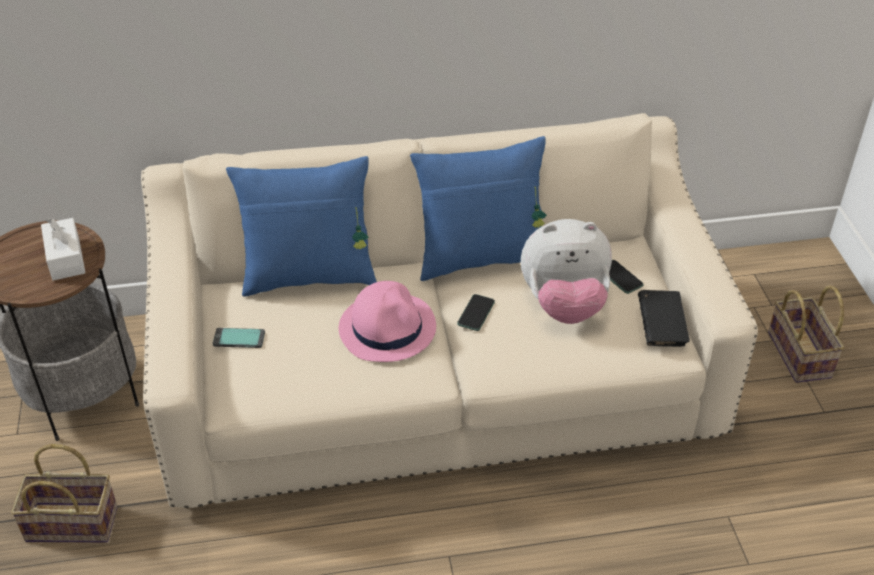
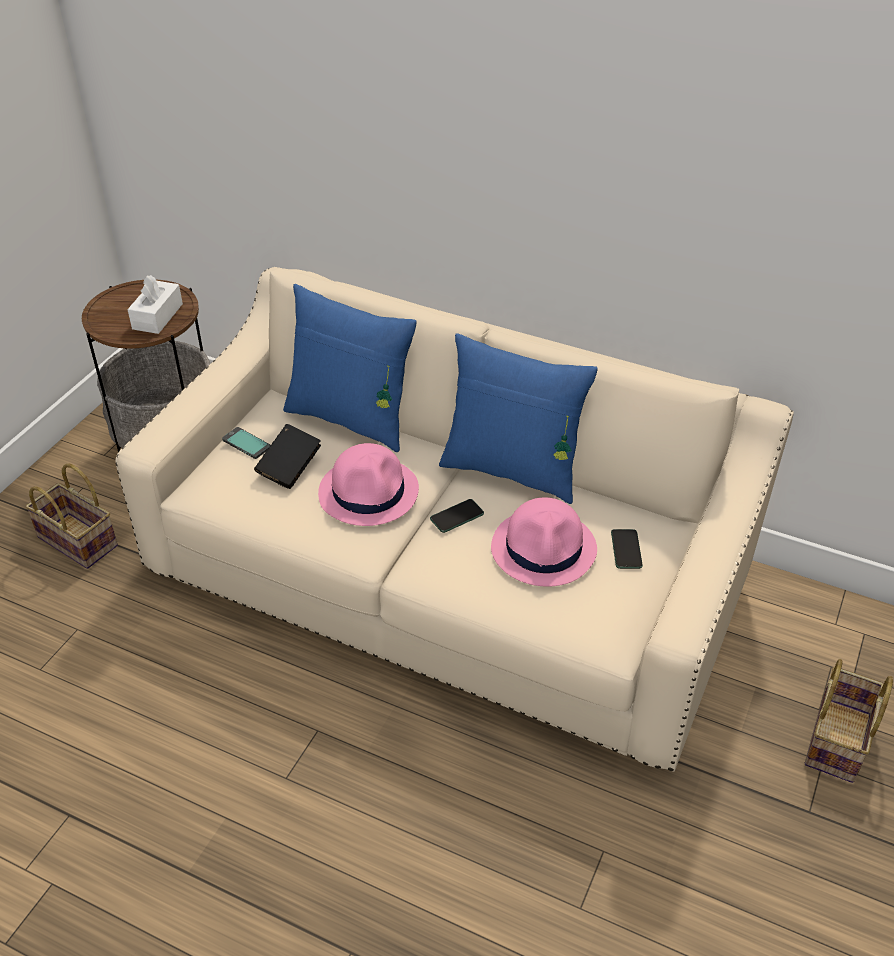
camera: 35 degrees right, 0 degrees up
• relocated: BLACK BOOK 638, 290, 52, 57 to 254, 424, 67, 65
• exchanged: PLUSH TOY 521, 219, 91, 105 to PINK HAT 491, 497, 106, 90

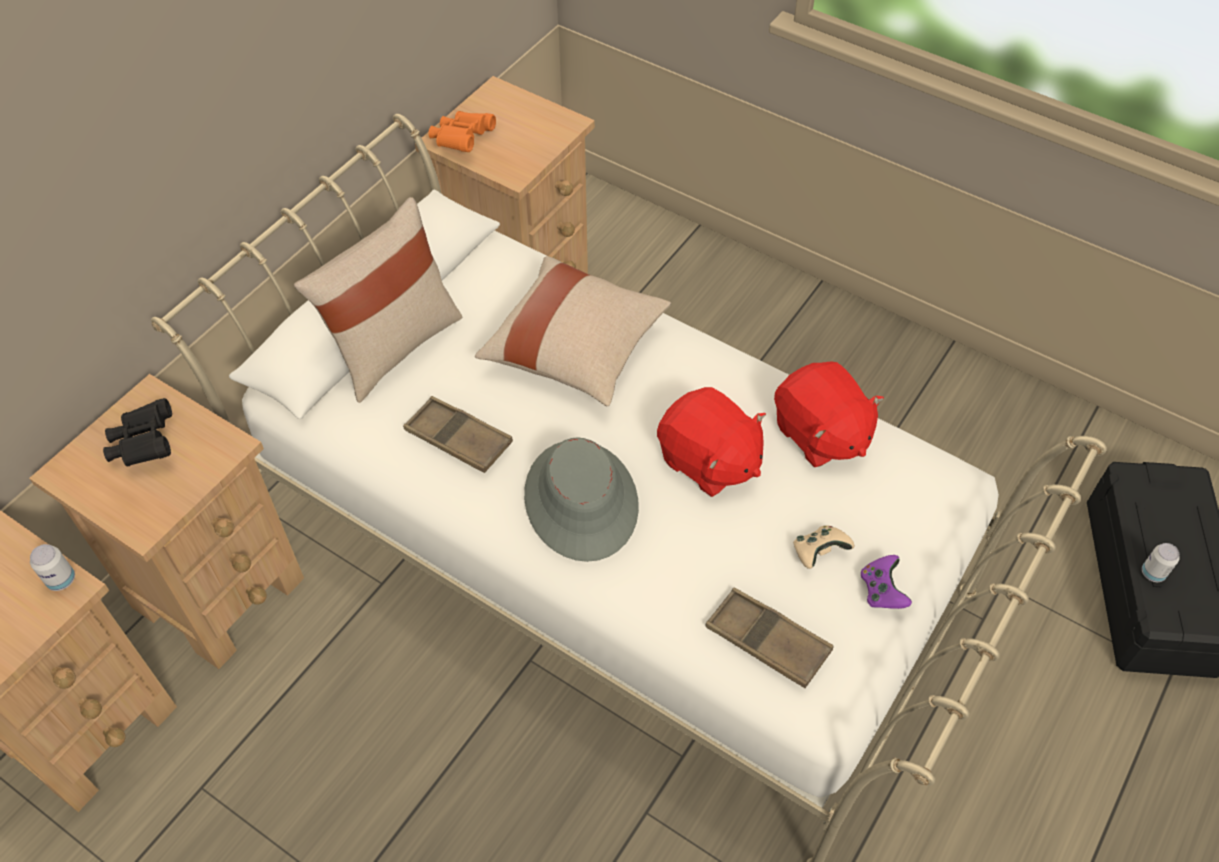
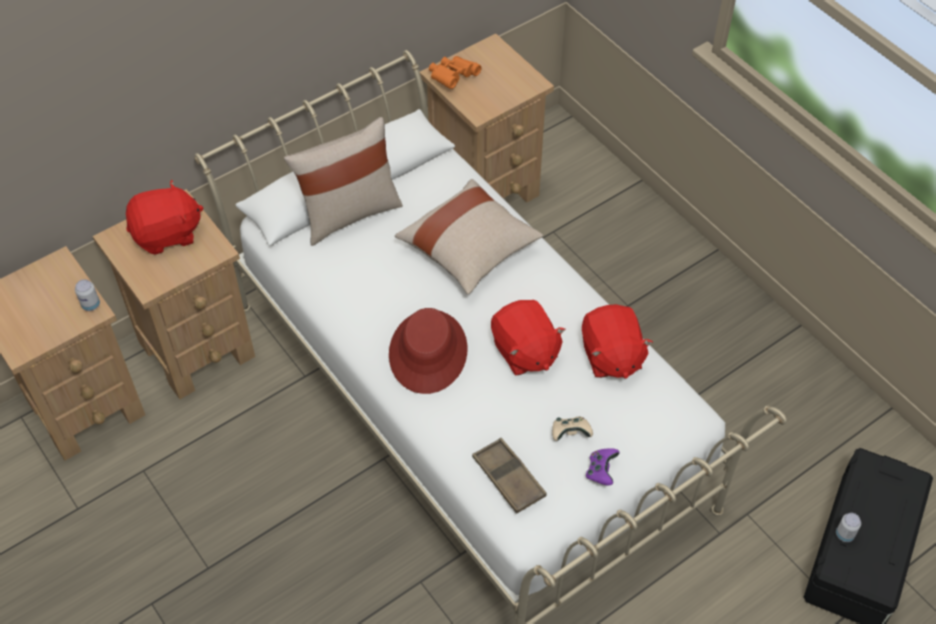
camera: 20 degrees right, 0 degrees up
• missing: BROWN TRAY 403, 396, 110, 77
• exchanged: BLACK BINOCULARS 103, 398, 69, 69 to RED PLUSH TOY 126, 180, 78, 75
• colour: GREY HAT 524, 437, 115, 125 to RED HAT 389, 308, 78, 86

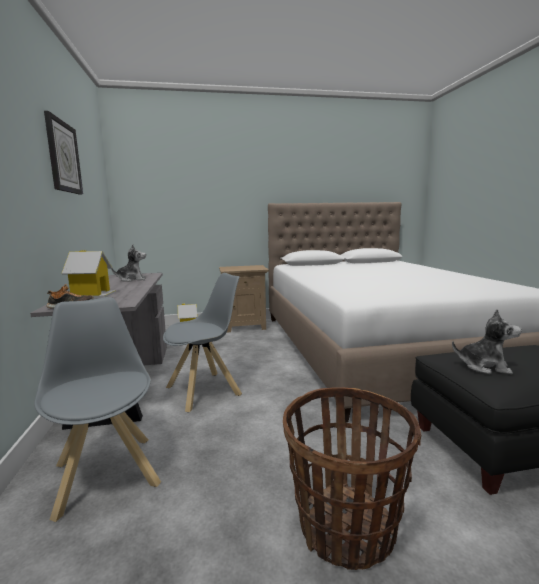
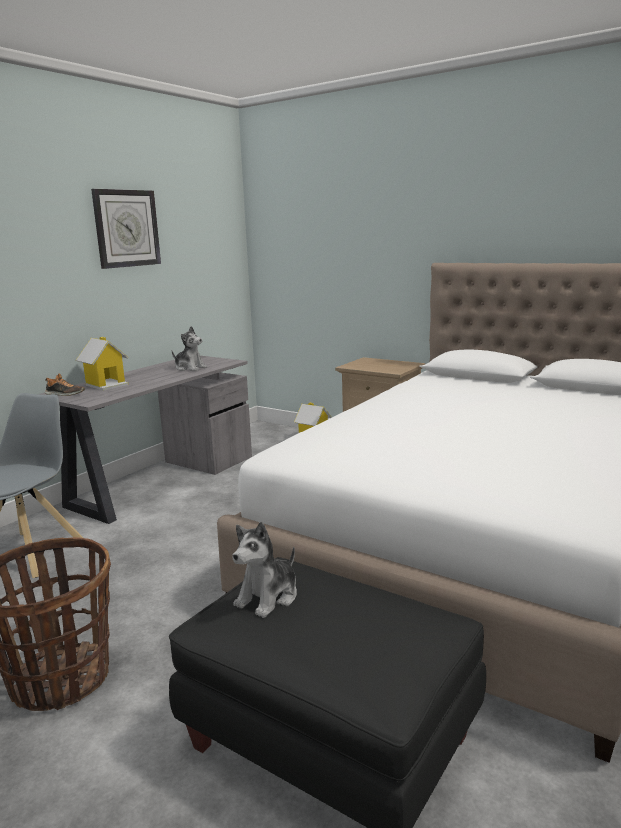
camera: 45 degrees right, 5 degrees up
• missing: GREY CHAIR 163, 273, 79, 139
• spun: PLUSH TOY 452, 309, 70, 65 = 232, 522, 65, 96 60 degrees clockwise

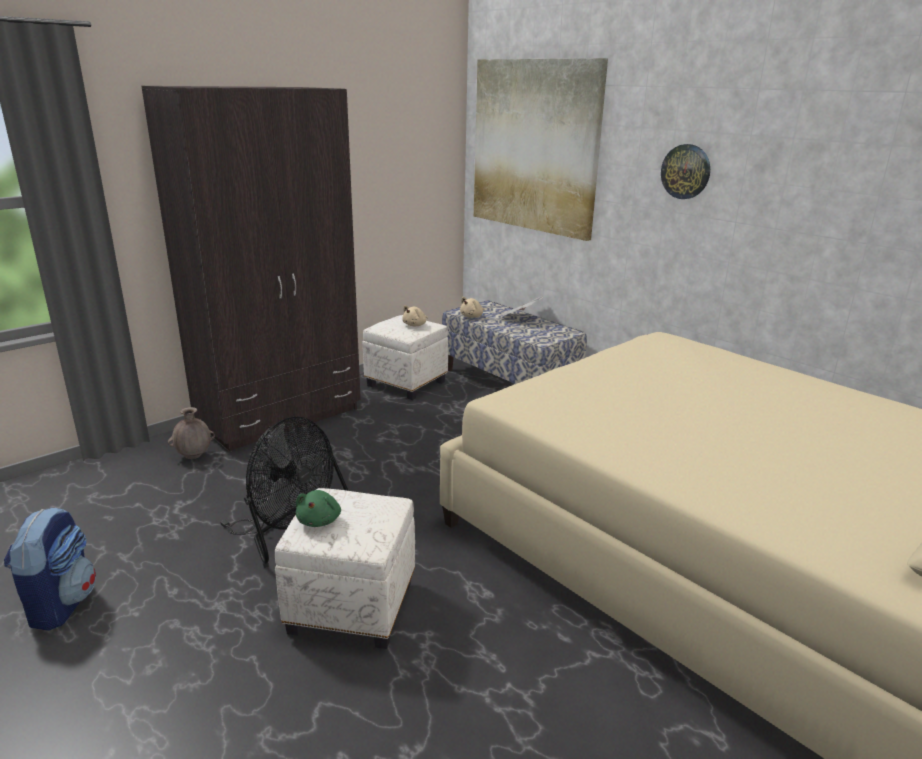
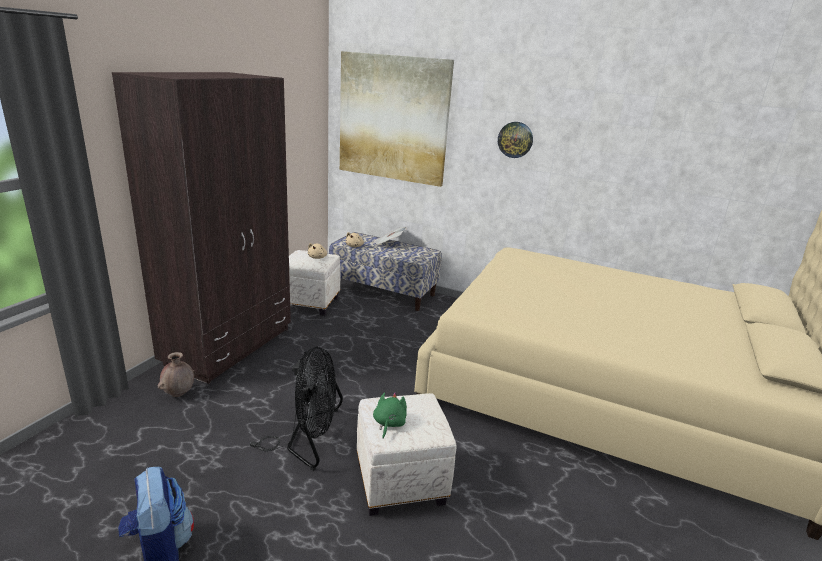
camera: 25 degrees left, 0 degrees up
• spun: GREEN PLUSH TOY 296, 490, 45, 37 = 373, 392, 34, 47 150 degrees counterclockwise

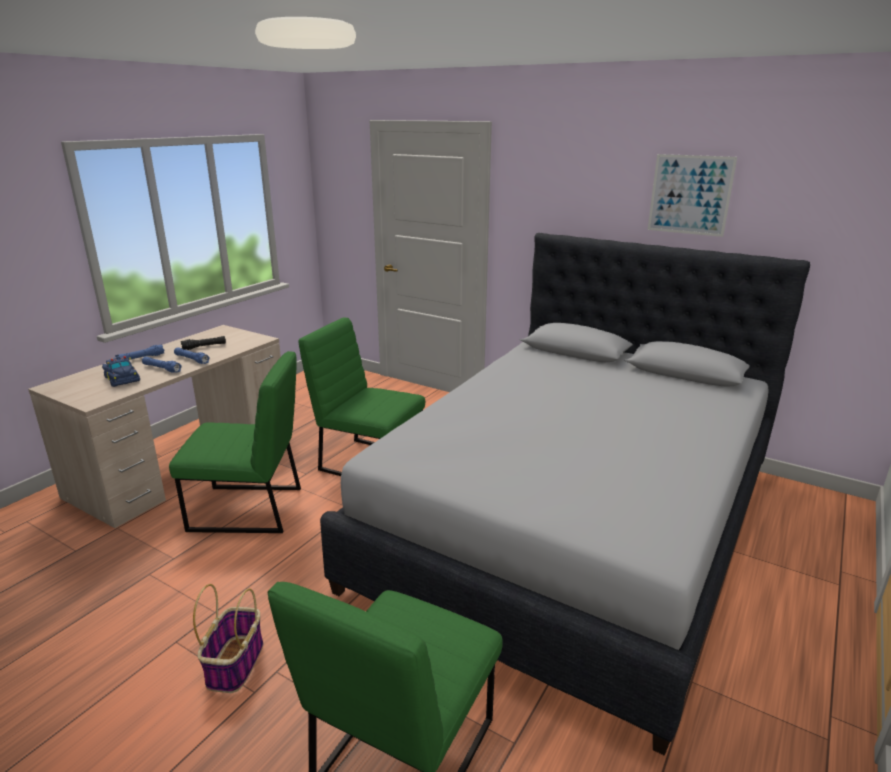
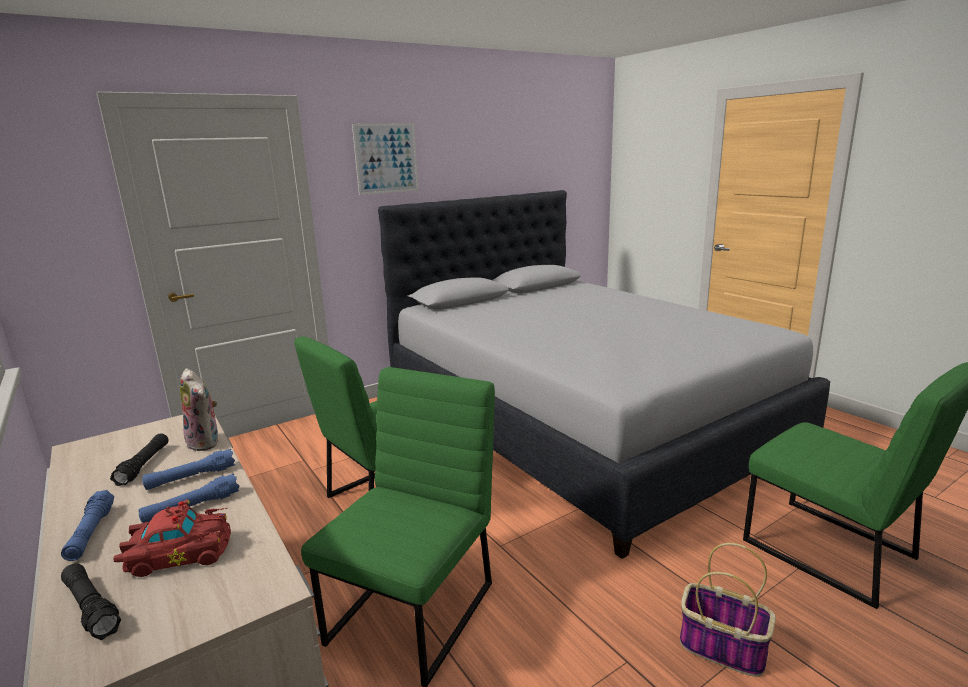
camera: 65 degrees left, 5 degrees down
• appeared: BLACK FLASHLIGHT 61, 563, 60, 77
• appeared: PLUSH TOY 180, 368, 39, 84
• relocated: PICTURE 648, 154, 89, 83 to 352, 123, 67, 72
• colour: BLUE TOY CAR 102, 355, 38, 32 to RED TOY CAR 113, 499, 118, 78

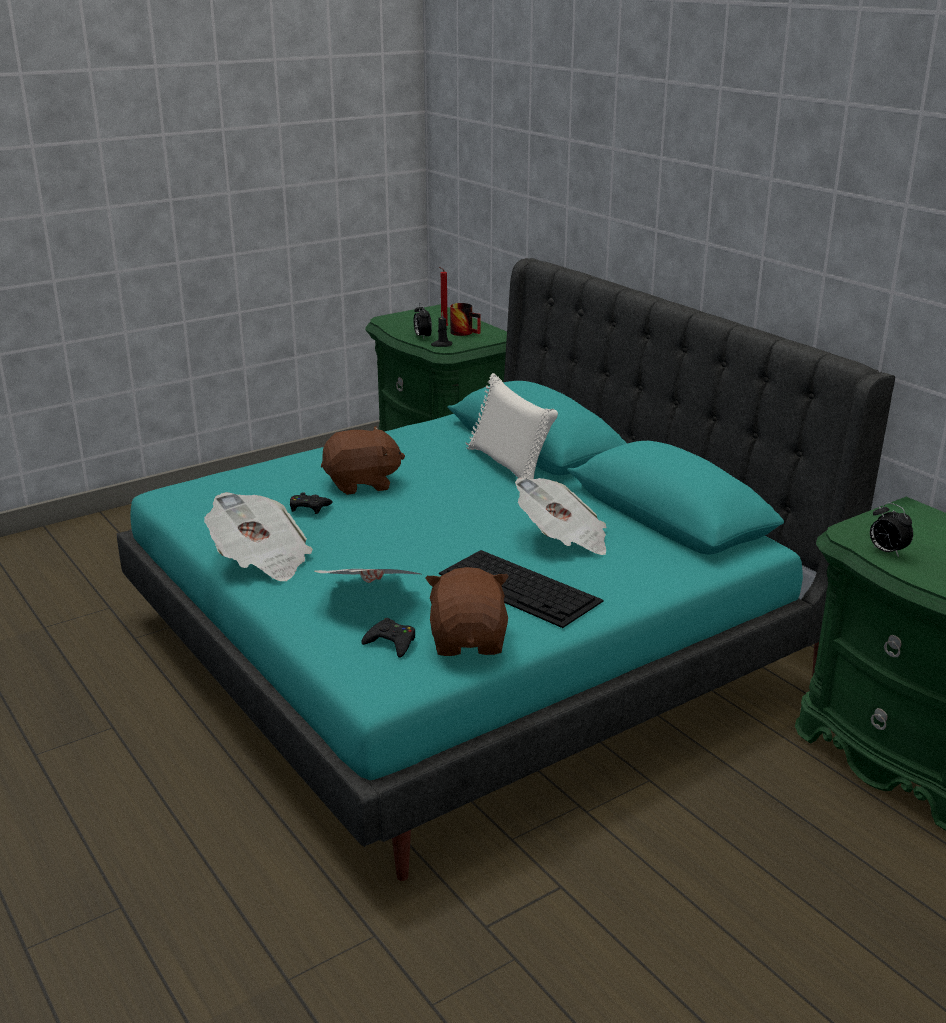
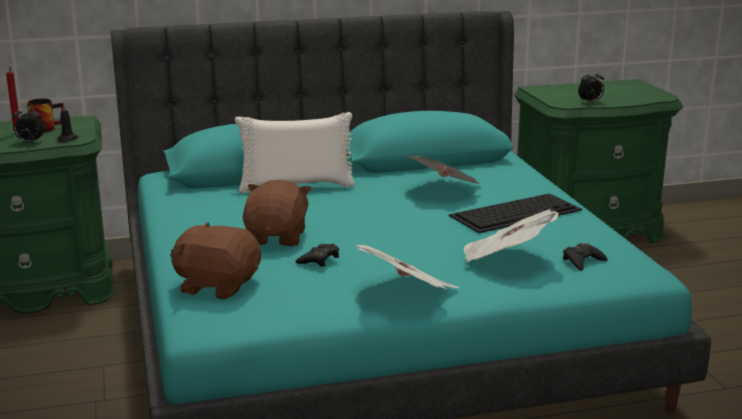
camera: 70 degrees left, 5 degrees down
• relocated: BROWN PLUSH TOY 425, 567, 84, 89 to 170, 222, 91, 77

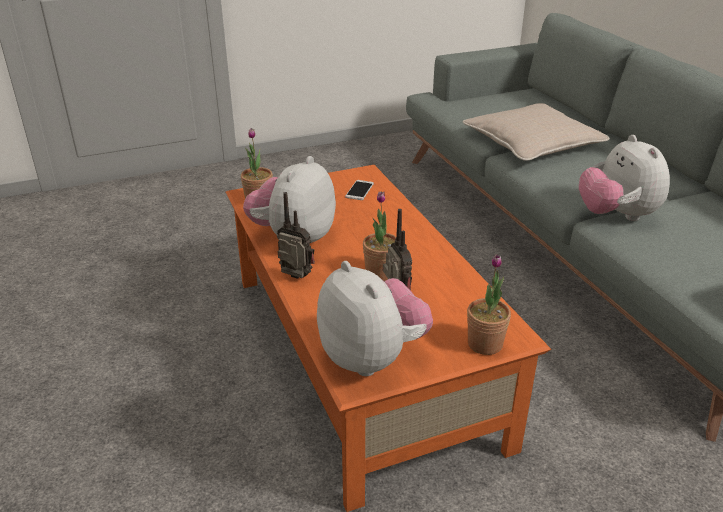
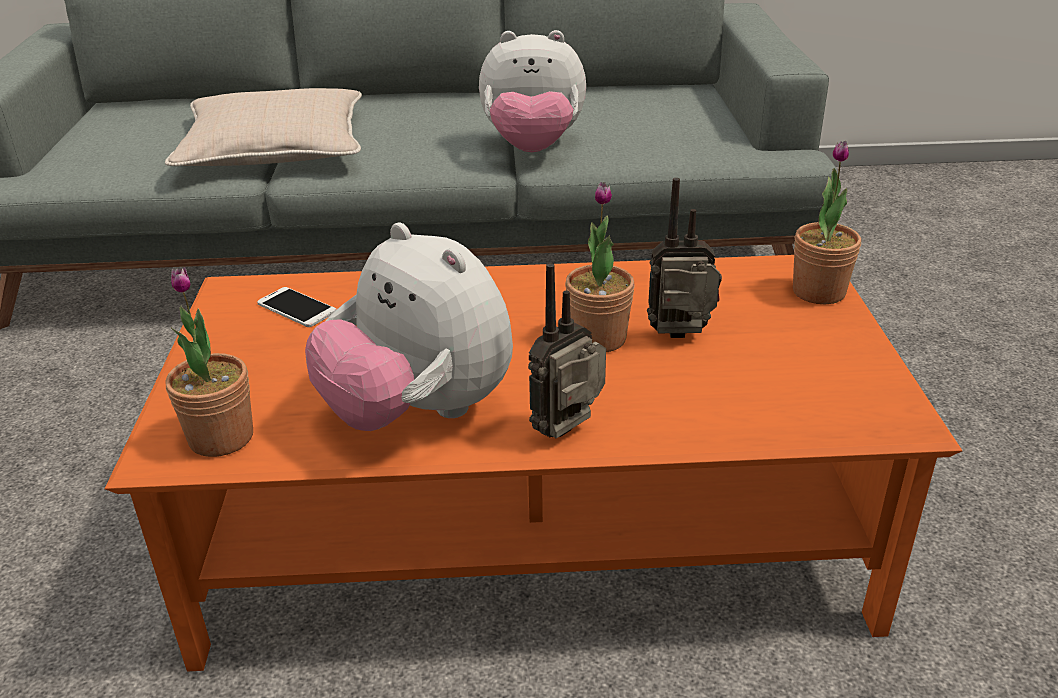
camera: 70 degrees left, 0 degrees up
• missing: PLUSH TOY 317, 261, 116, 115

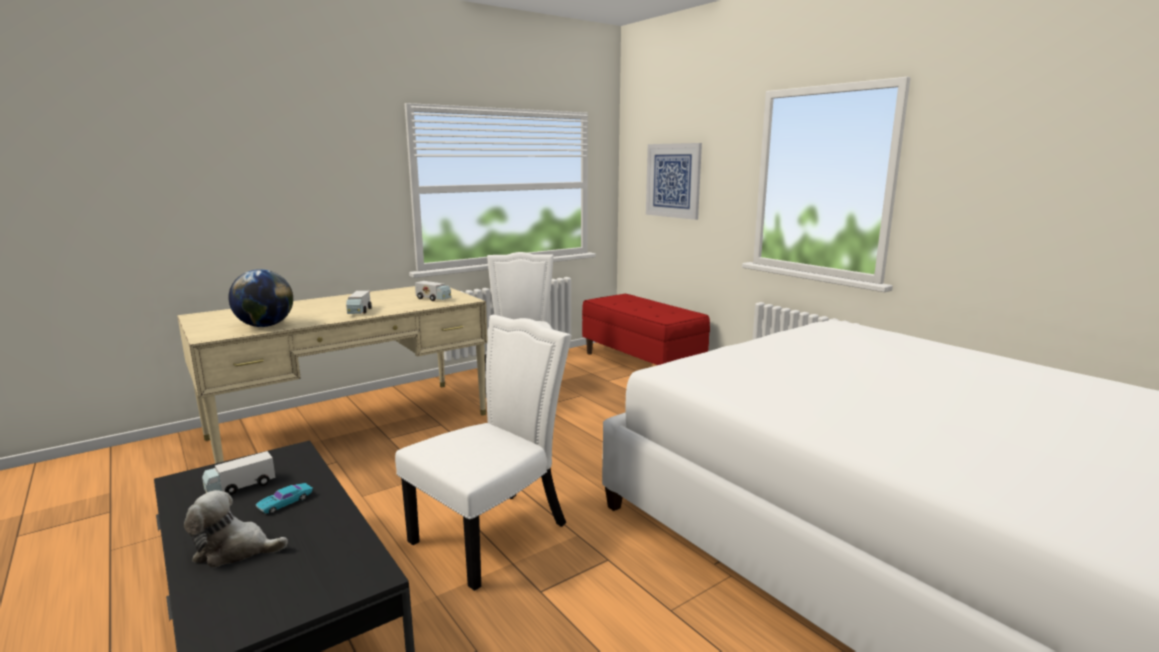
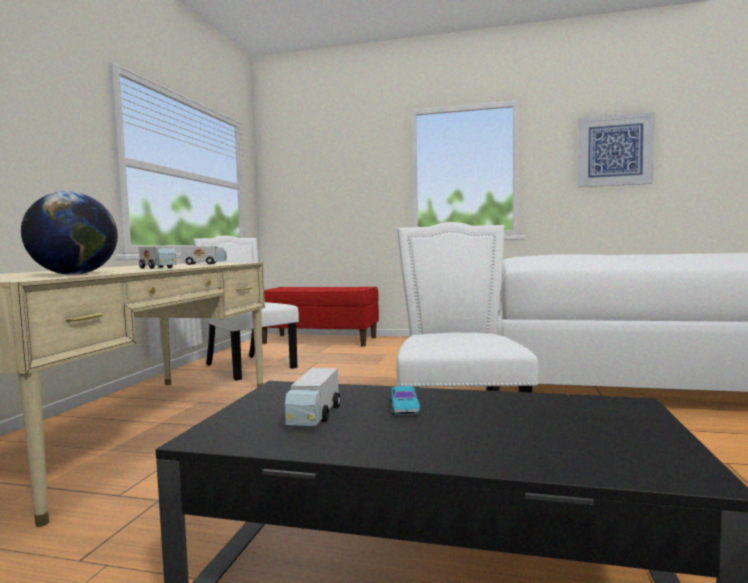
camera: 40 degrees left, 10 degrees down
• missing: PLUSH TOY 184, 490, 104, 78
• relocated: PICTURE 646, 143, 56, 77 to 578, 112, 76, 75

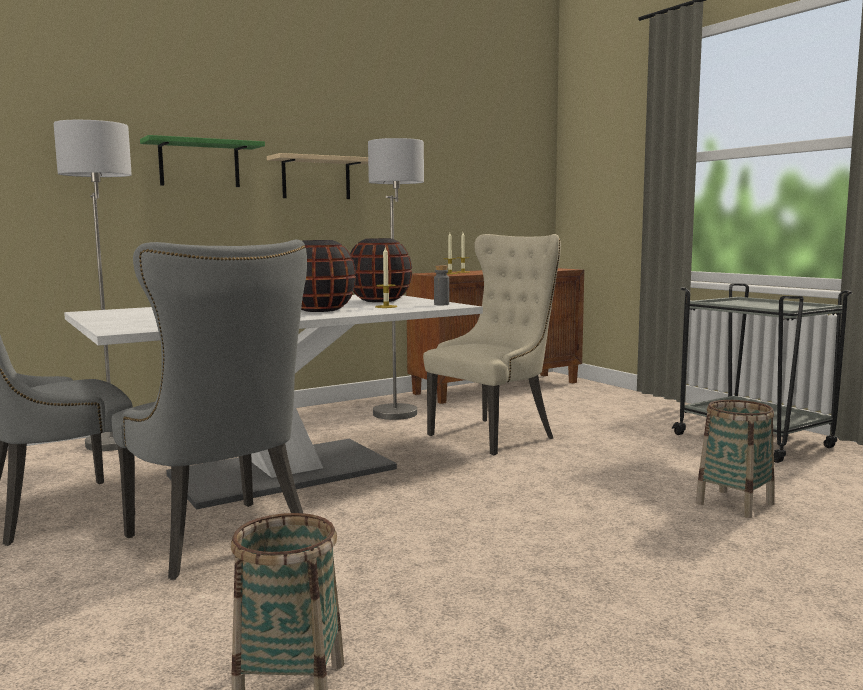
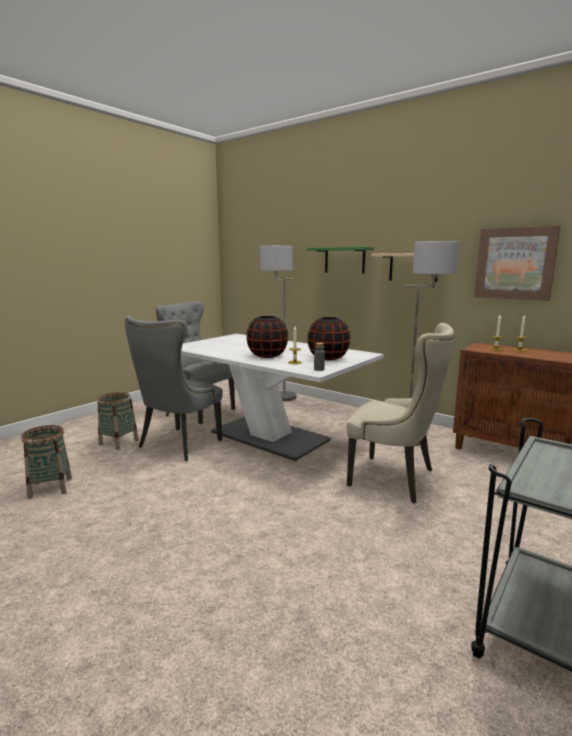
camera: 70 degrees right, 5 degrees up
• appeared: PICTURE 474, 226, 86, 75
• relocated: BASKET 696, 400, 78, 118 to 98, 392, 41, 58

